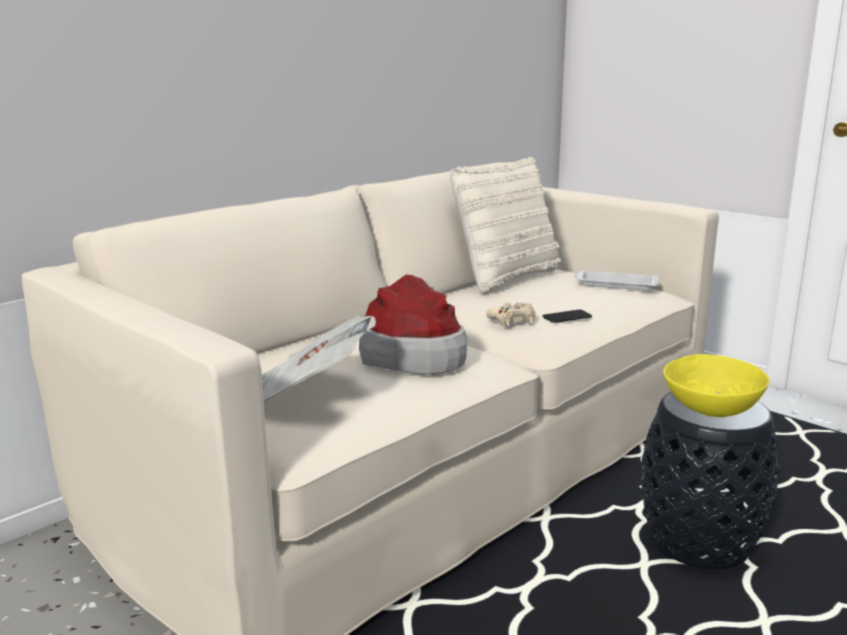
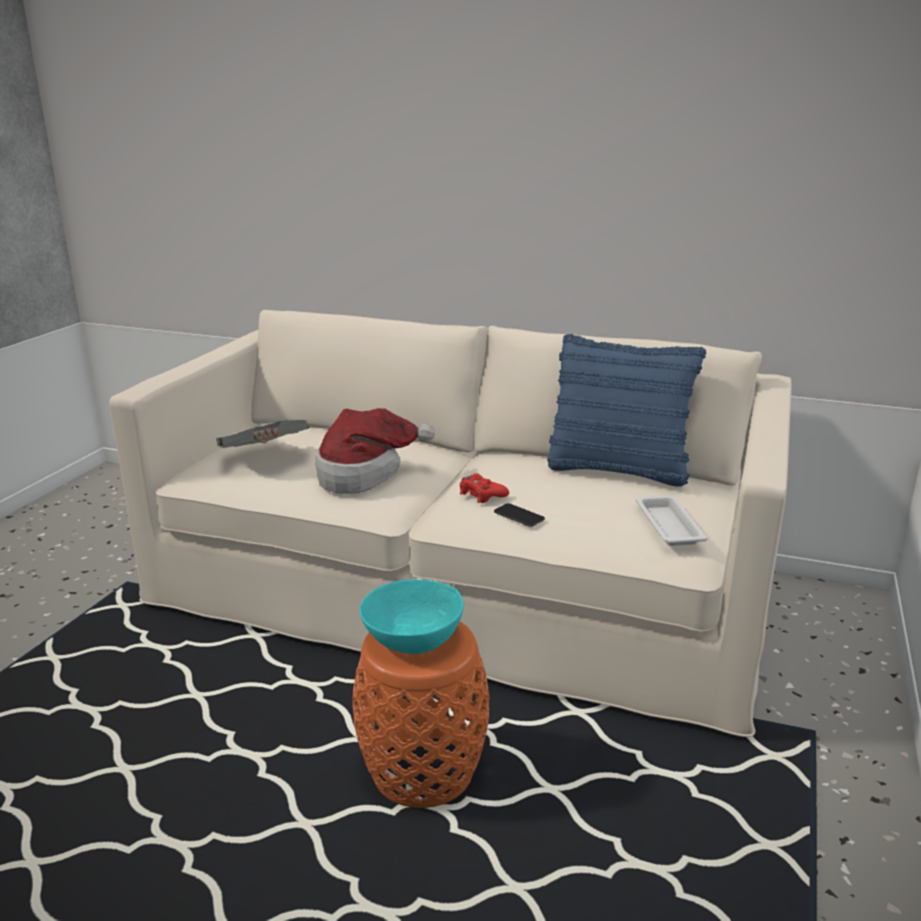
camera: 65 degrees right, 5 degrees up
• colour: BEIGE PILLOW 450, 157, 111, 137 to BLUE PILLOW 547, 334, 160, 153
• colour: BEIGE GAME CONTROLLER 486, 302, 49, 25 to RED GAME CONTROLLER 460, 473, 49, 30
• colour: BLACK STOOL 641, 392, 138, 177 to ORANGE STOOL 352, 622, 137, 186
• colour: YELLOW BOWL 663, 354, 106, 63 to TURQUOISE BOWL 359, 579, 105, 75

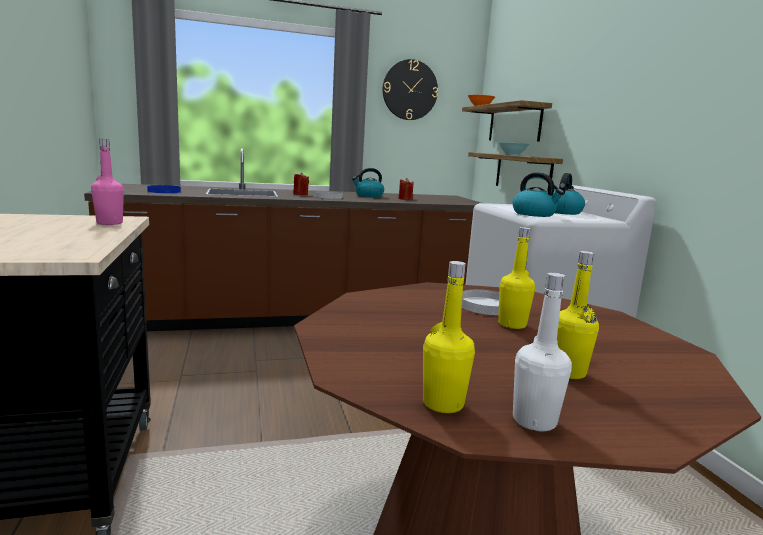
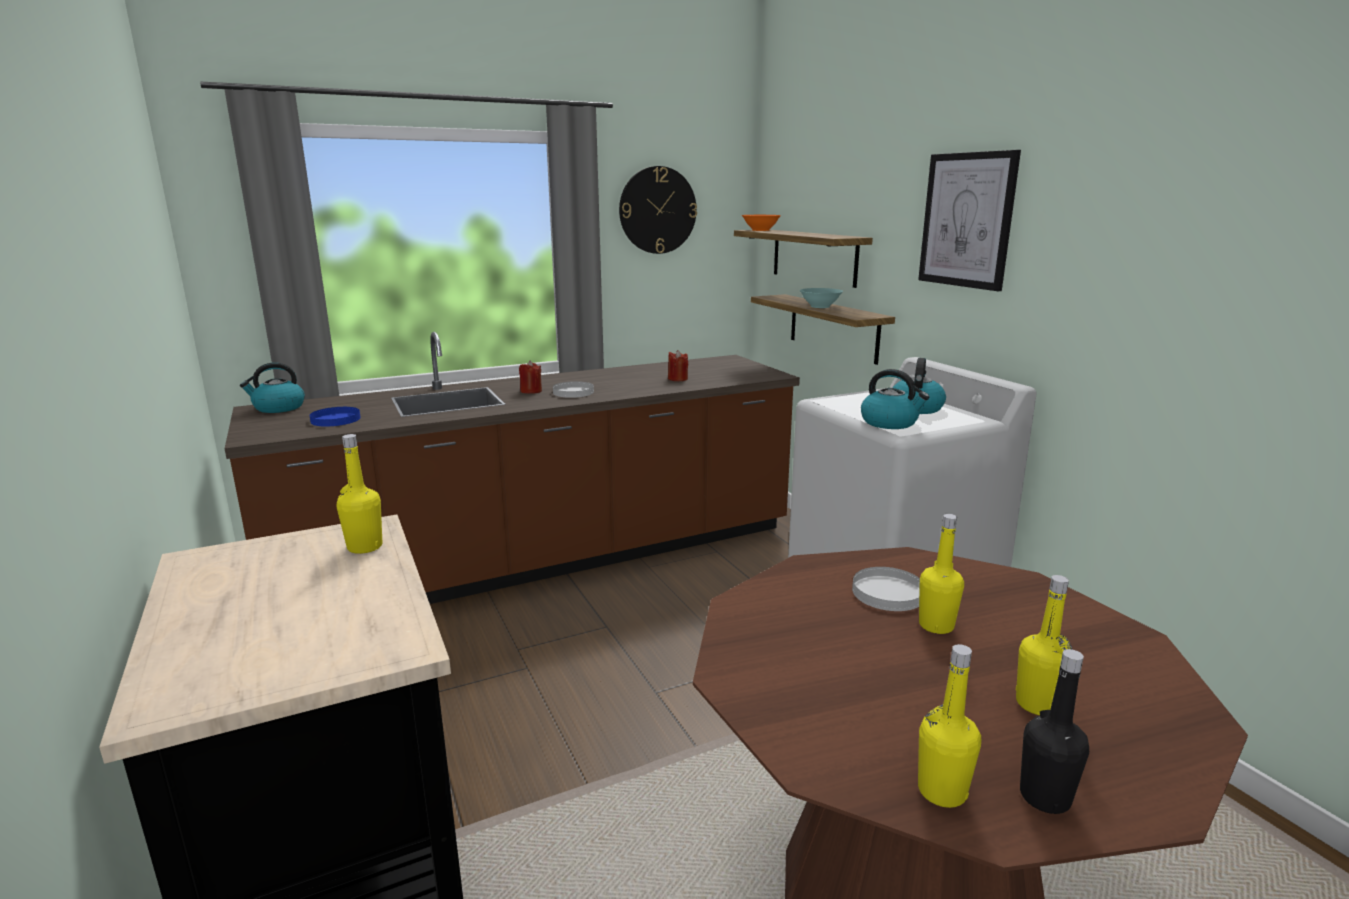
camera: 10 degrees left, 5 degrees up
• appeared: PICTURE 918, 150, 103, 141
• relocated: KETTLE 352, 168, 32, 29 to 240, 362, 65, 51
• colour: PINK BOTTLE 91, 139, 33, 86 to YELLOW BOTTLE 337, 434, 45, 120
• colour: WHITE BOTTLE 513, 272, 59, 159 to BLACK BOTTLE 1020, 649, 69, 165

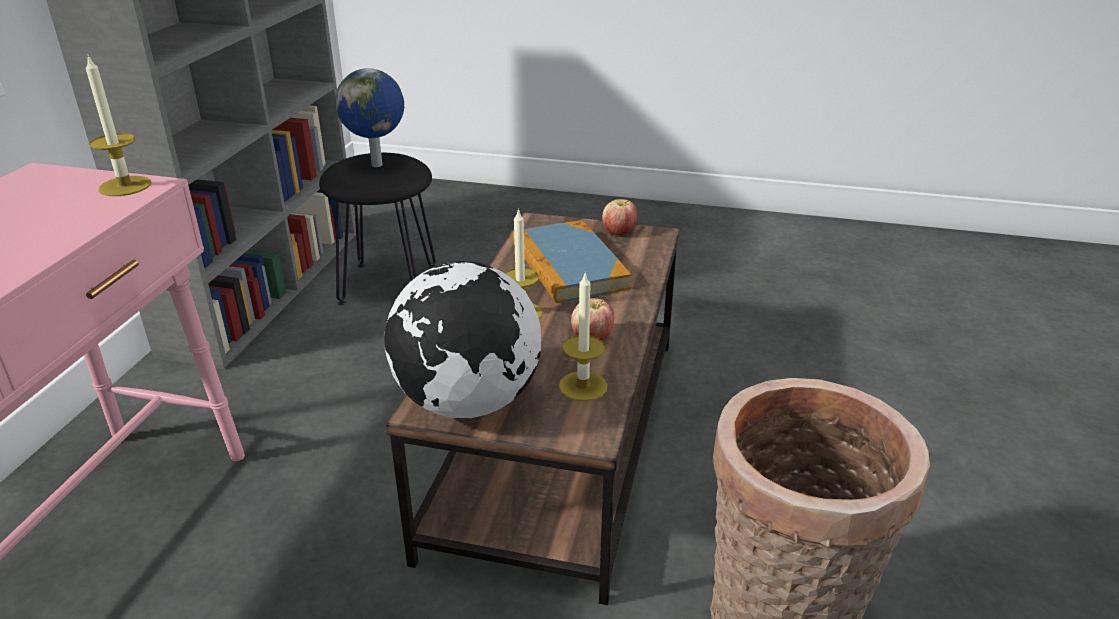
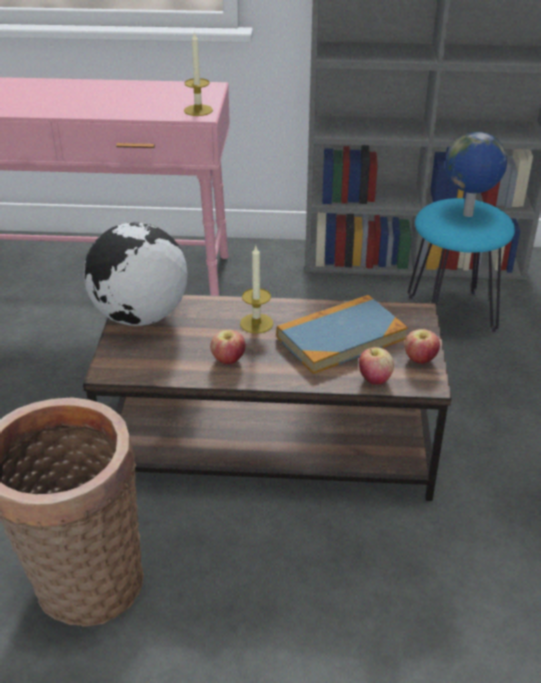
camera: 80 degrees right, 5 degrees up
• missing: CANDLE 559, 271, 48, 130
• appeared: APPLE 359, 347, 35, 38
• colour: BLACK STOOL 319, 153, 117, 152 to TURQUOISE STOOL 407, 198, 108, 135

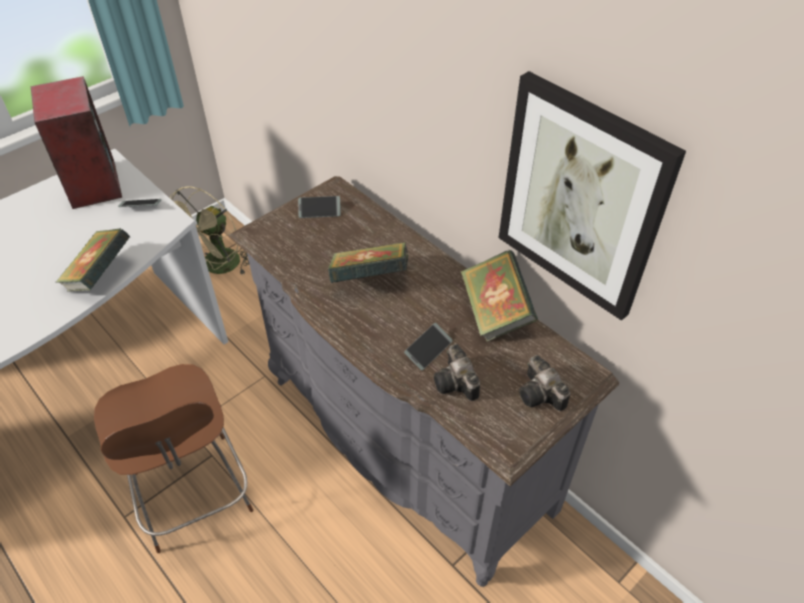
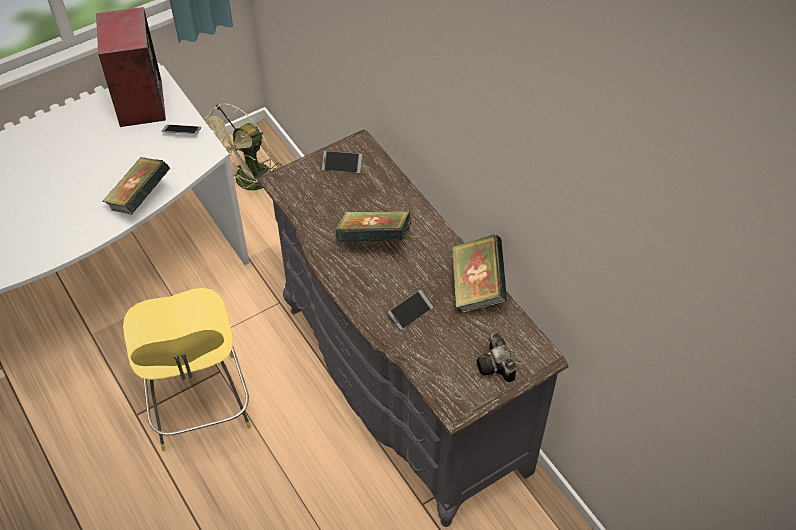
camera: 10 degrees right, 5 degrees up
• missing: PHOTO CAMERA 434, 344, 46, 57
• missing: PICTURE 499, 71, 187, 250
• colour: BROWN STOOL 94, 364, 159, 189 to YELLOW STOOL 123, 288, 128, 163

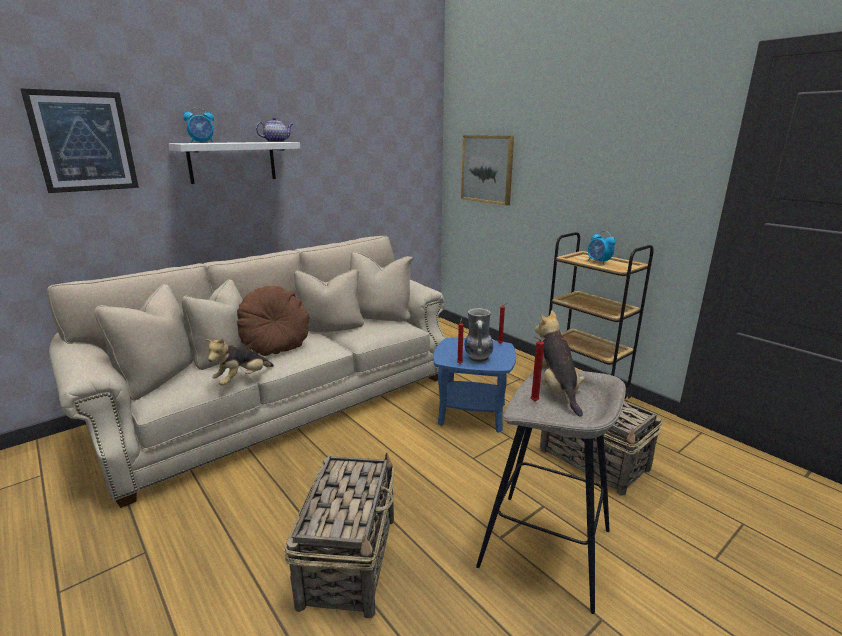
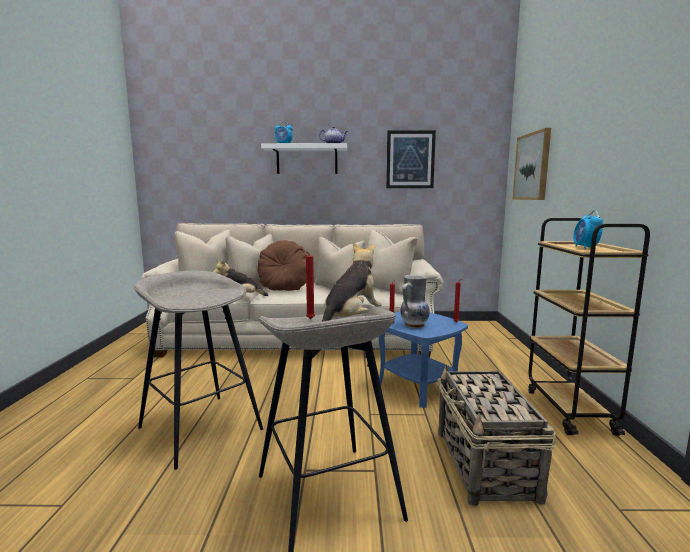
camera: 40 degrees right, 10 degrees down
• relocated: PICTURE 20, 88, 119, 105 to 386, 130, 50, 58
• exchanged: BASKET 284, 452, 110, 166 to GREY STOOL 134, 271, 129, 199

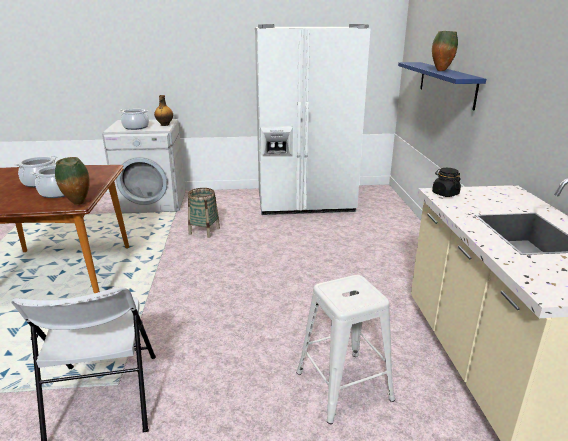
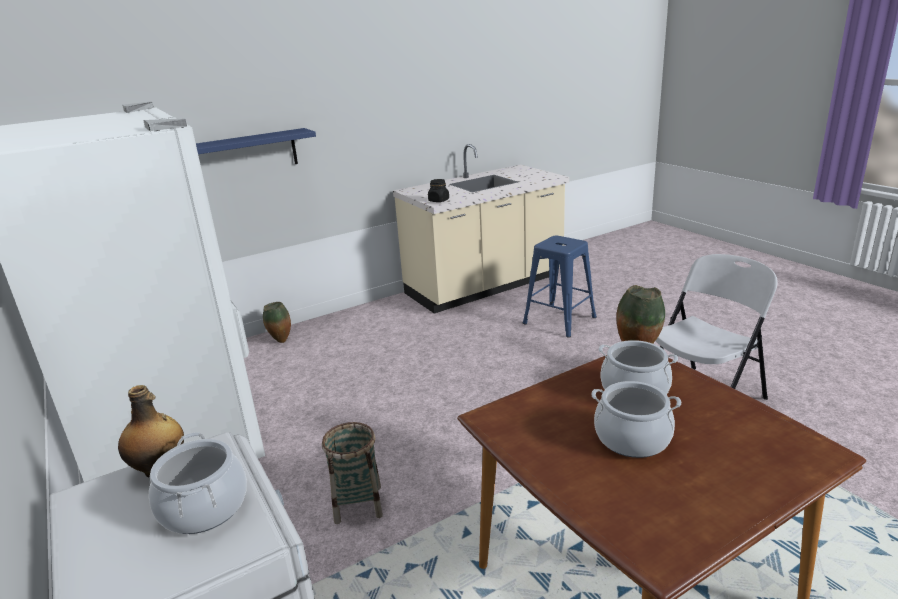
camera: 115 degrees left, 0 degrees up
• relocated: VASE 432, 31, 26, 40 to 263, 302, 28, 41
• colour: WHITE STOOL 296, 275, 99, 149 to BLUE STOOL 523, 236, 74, 102

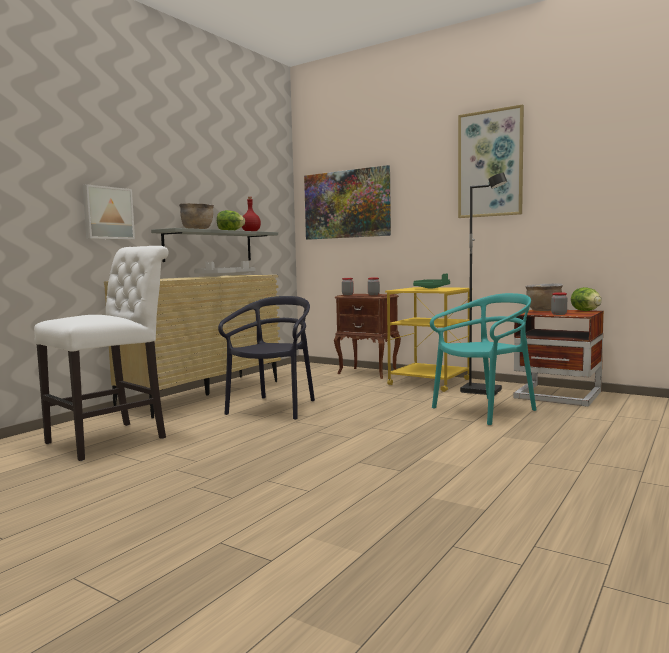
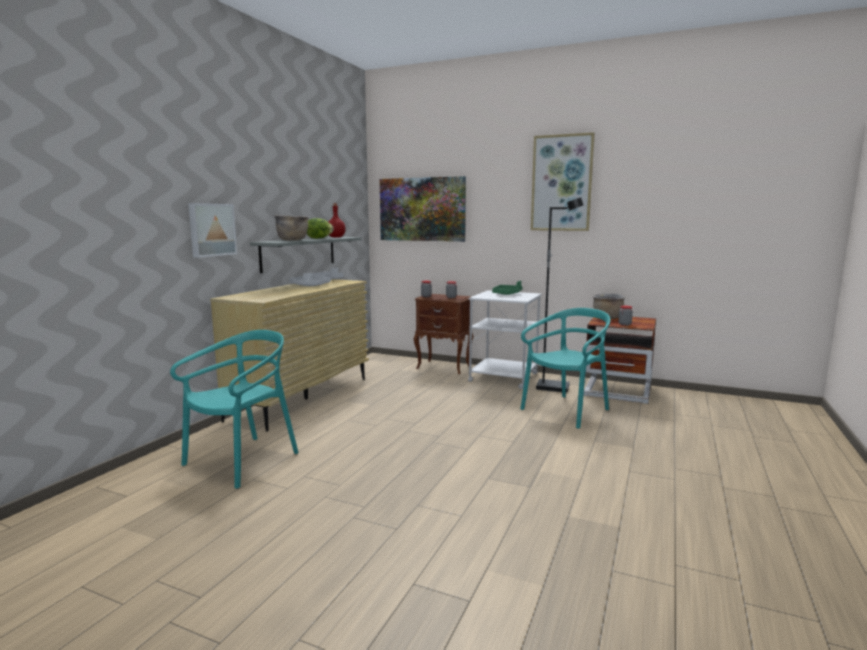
camera: 10 degrees left, 5 degrees up
• missing: BLACK CHAIR 218, 296, 97, 124
• missing: LETTUCE 571, 287, 31, 24
• exchanged: WHITE STOOL 34, 246, 135, 215 to TURQUOISE CHAIR 170, 330, 129, 159
• colour: YELLOW CART 385, 287, 85, 105 to WHITE CART 468, 290, 74, 99

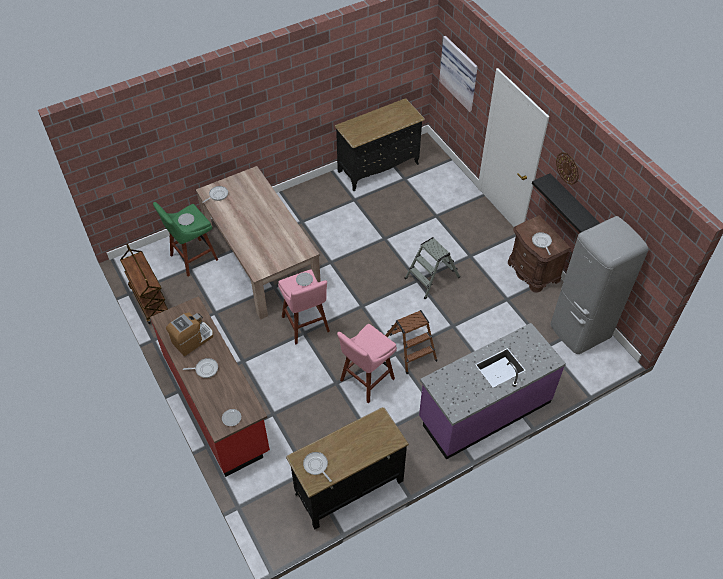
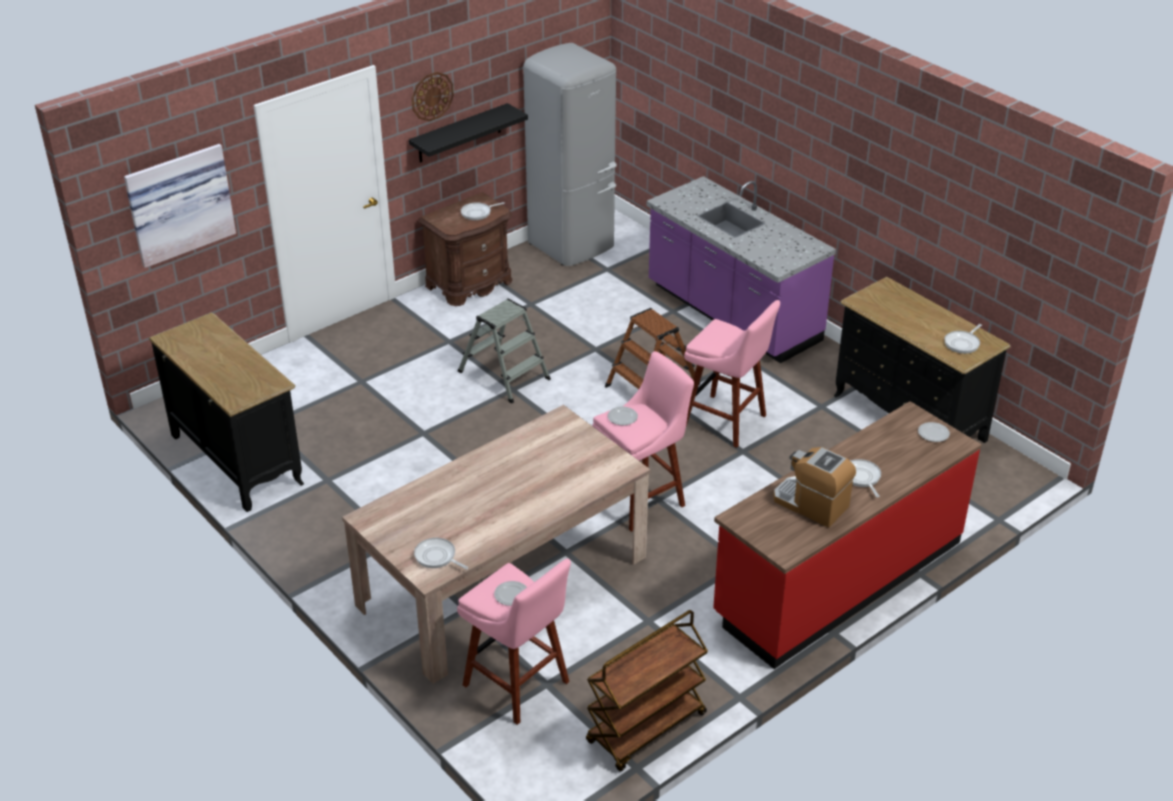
camera: 100 degrees left, 15 degrees down
• colour: GREEN STOOL 153, 202, 65, 74 to PINK STOOL 457, 559, 114, 166

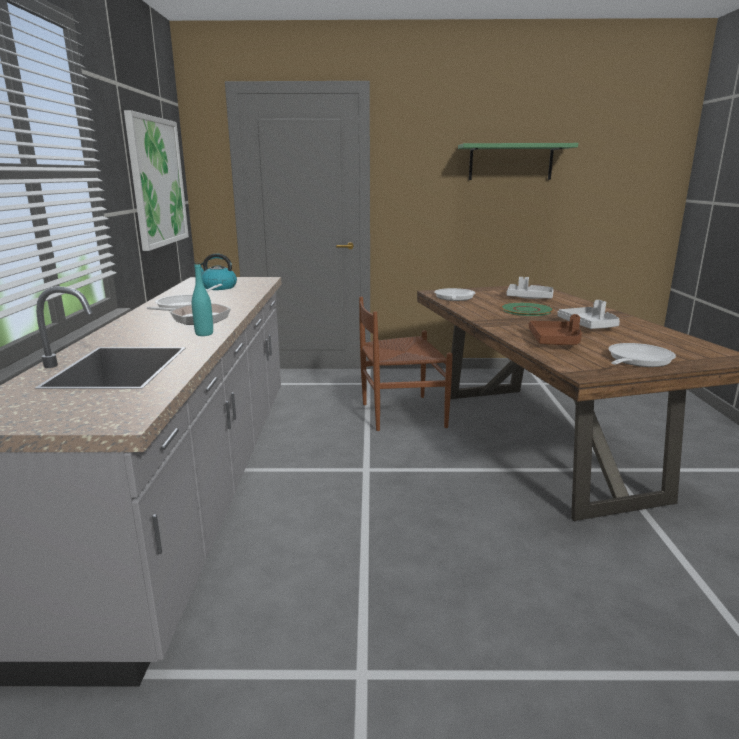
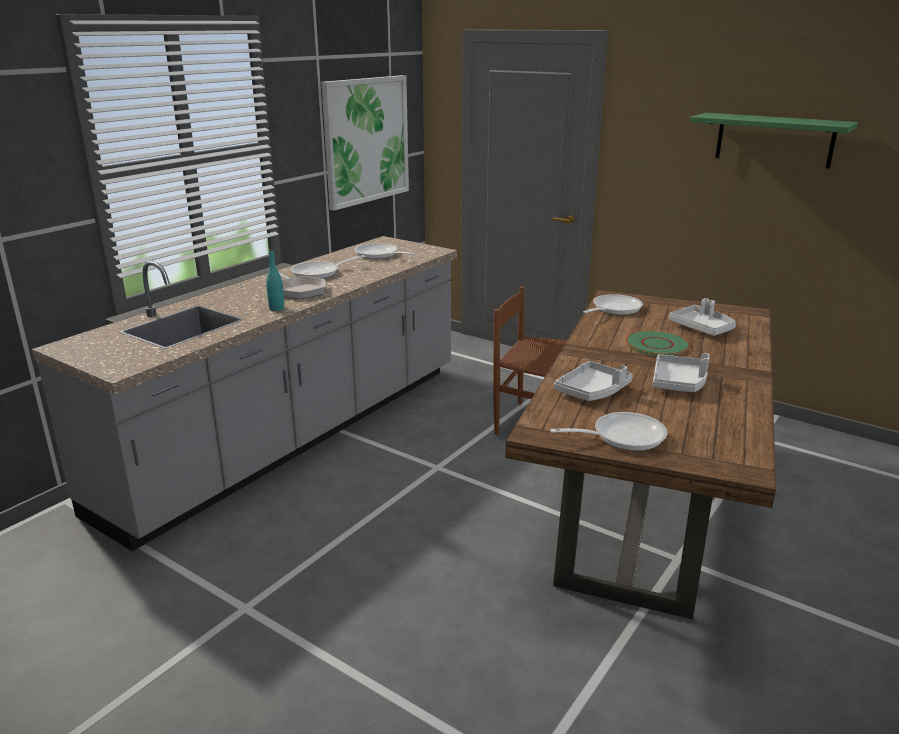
camera: 35 degrees right, 5 degrees up
• exchanged: KETTLE 200, 253, 37, 37 to FRYING PAN 354, 243, 61, 16
• colour: BROWN TRAY 529, 314, 53, 31 to GREY TRAY 554, 361, 78, 40

